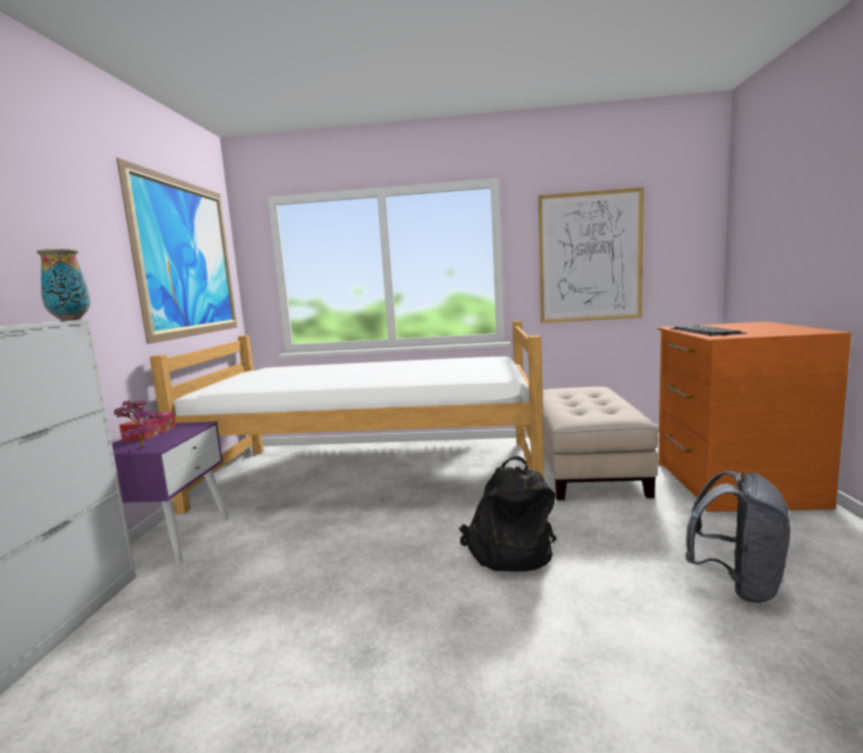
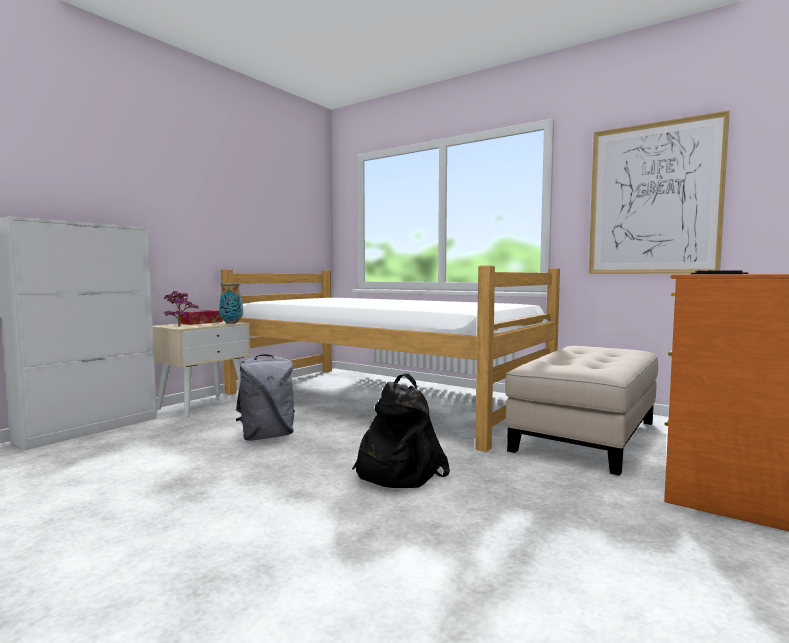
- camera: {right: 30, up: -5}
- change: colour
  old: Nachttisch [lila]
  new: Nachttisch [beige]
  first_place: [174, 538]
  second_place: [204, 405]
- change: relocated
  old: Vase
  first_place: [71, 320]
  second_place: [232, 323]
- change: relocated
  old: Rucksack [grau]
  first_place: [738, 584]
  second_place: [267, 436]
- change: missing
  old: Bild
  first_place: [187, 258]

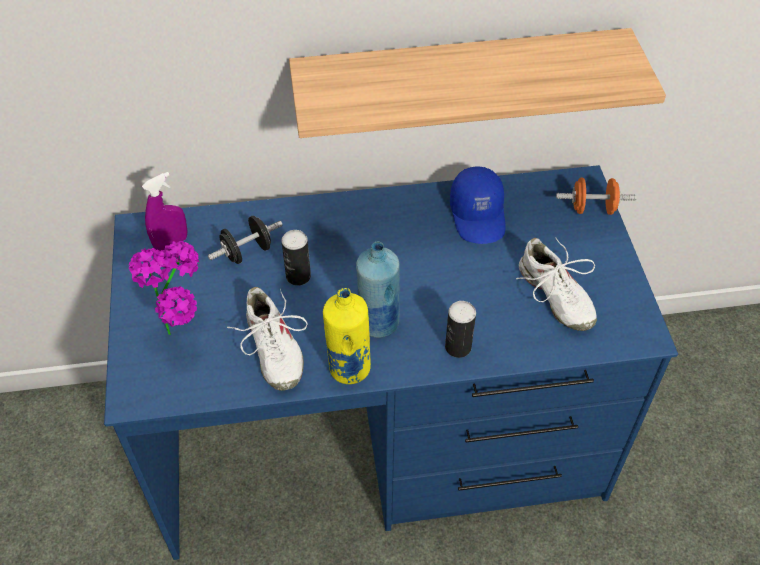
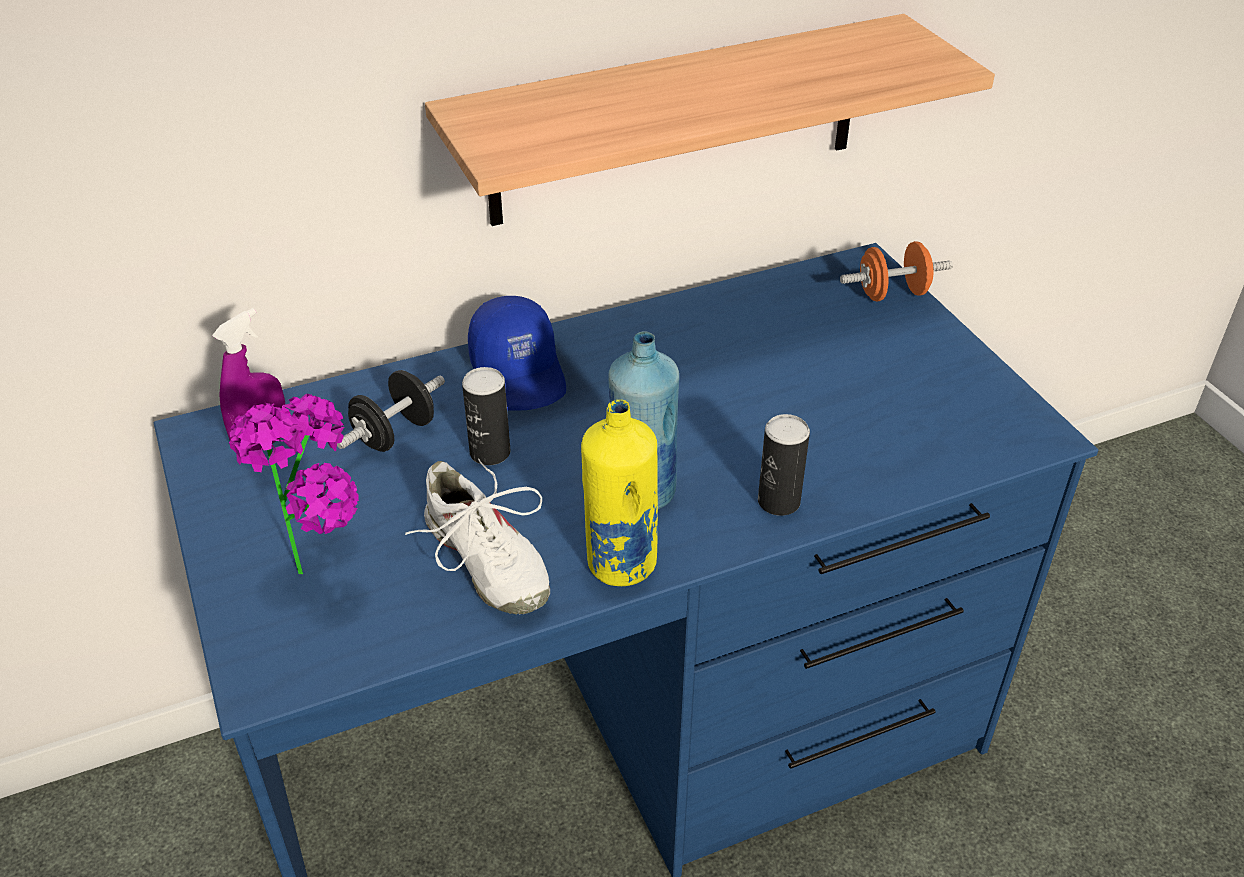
- camera: {right: -15, up: -10}
- change: relocated
  old: Kappe [blau]
  first_place: [479, 215]
  second_place: [520, 373]
- change: missing
  old: Schuh [weiß]
  first_place: [554, 296]

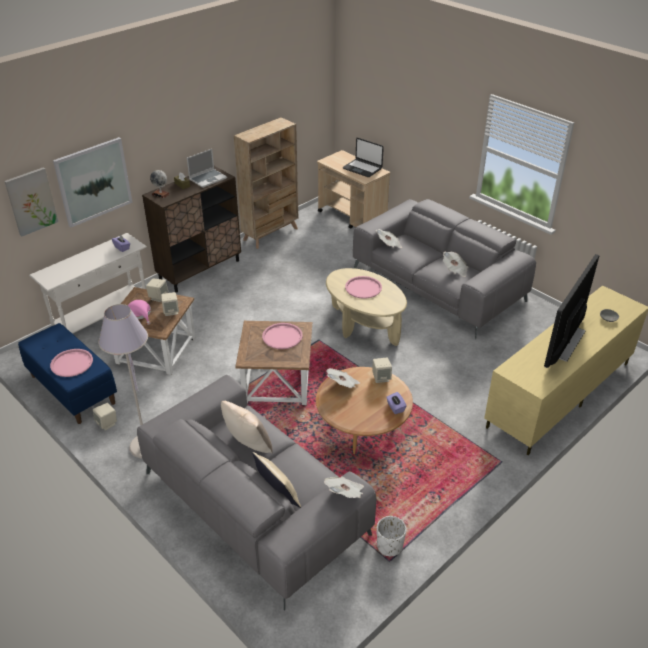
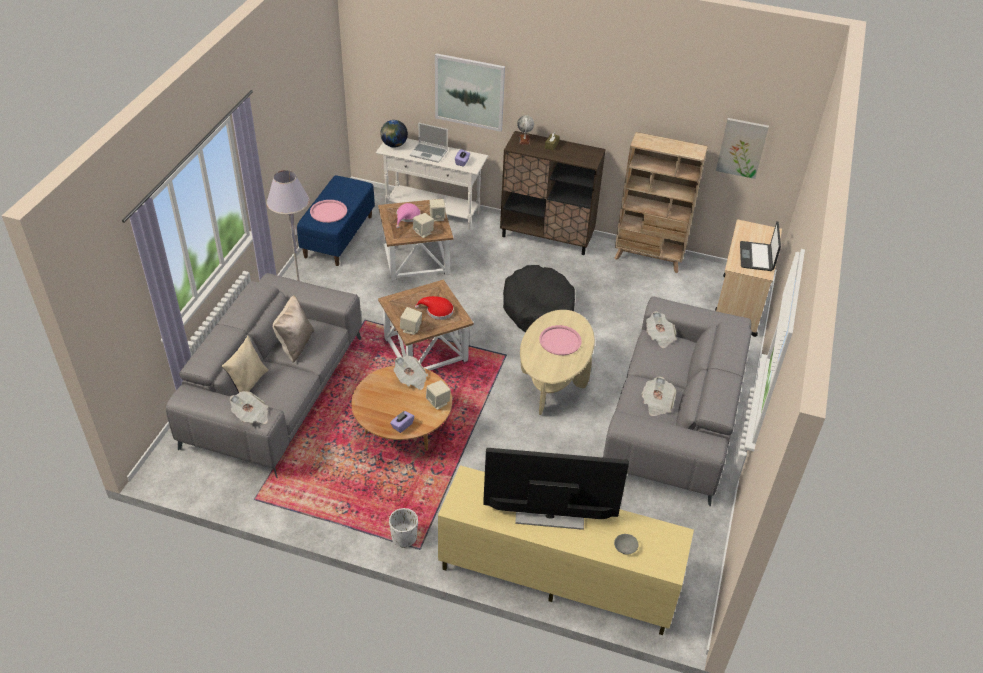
- camera: {right: 60, up: 5}
- change: appeared
  new: Globus
  second_place: [394, 145]
- change: relocated
  old: Pflanzkübel [weiß]
  first_place: [389, 546]
  second_place: [404, 537]
- change: relocated
  old: Lautsprecher [beige]
  first_place: [107, 424]
  second_place: [411, 329]
- change: relocated
  old: Laptop
  first_place: [208, 179]
  second_place: [429, 153]
- change: exchanged
  old: Tablett [rosa]
  new: Hut [rot]
  first_place: [282, 336]
  second_place: [437, 311]
- change: appeared
  new: Hundebett [schwarz]
  second_place: [538, 309]
- change: relocated
  old: Bild
  first_place: [31, 201]
  second_place: [742, 147]

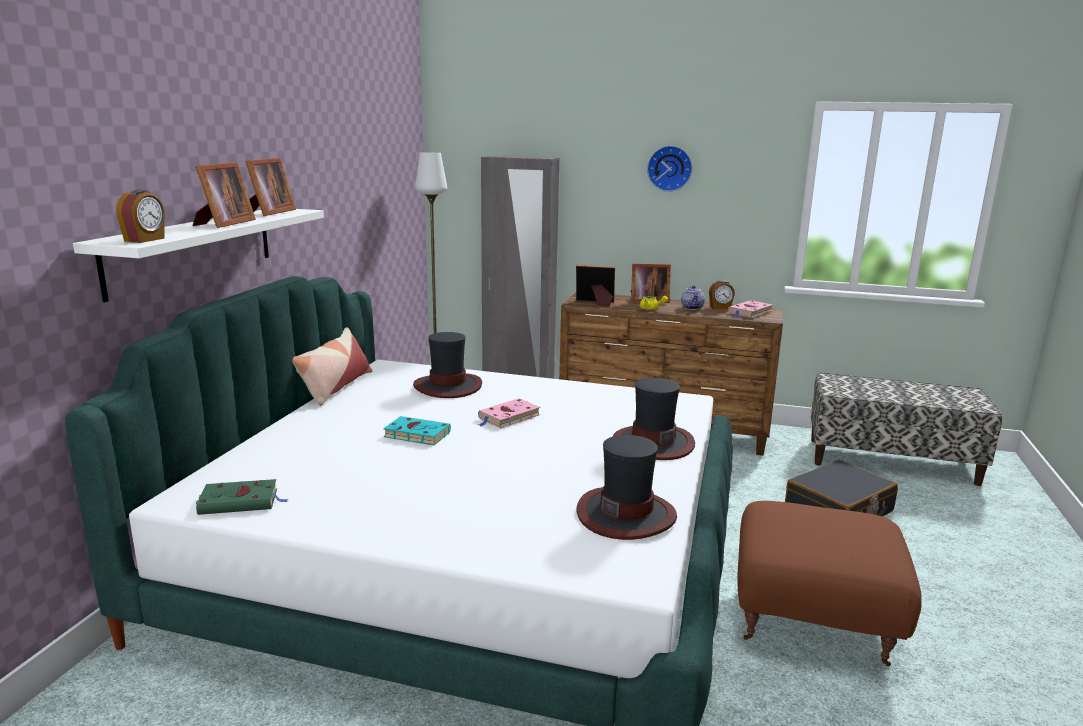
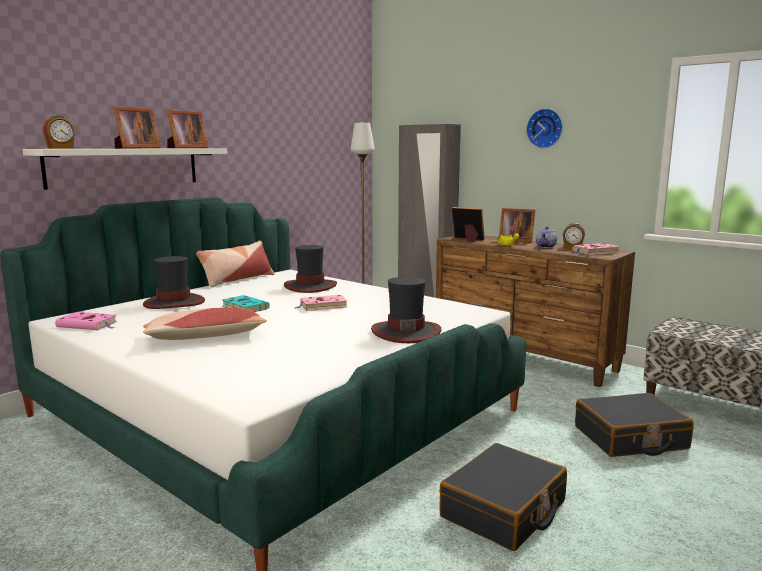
- camera: {right: 25, up: -5}
- change: colour
  old: Buch [grün]
  new: Buch [rosa]
  first_place: [241, 502]
  second_place: [88, 325]
- change: relocated
  old: Hut
  first_place: [626, 514]
  second_place: [174, 302]
- change: appeared
  new: Kissen
  second_place: [205, 337]
- change: exchanged
  old: Polsterhocker [braun]
  new: Koffer [schwarz]
  first_place: [811, 620]
  second_place: [504, 510]

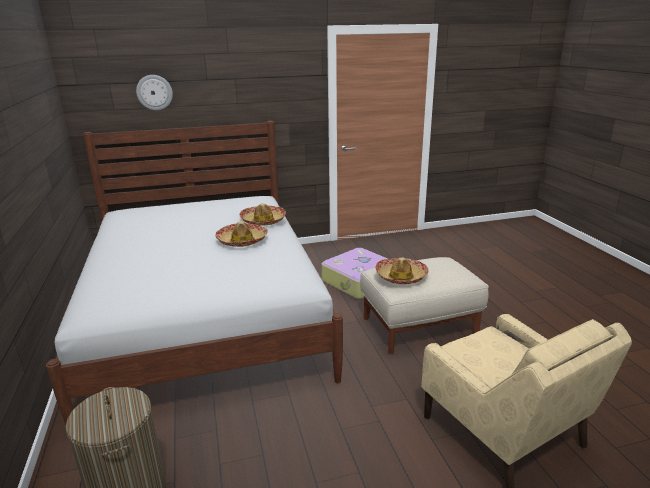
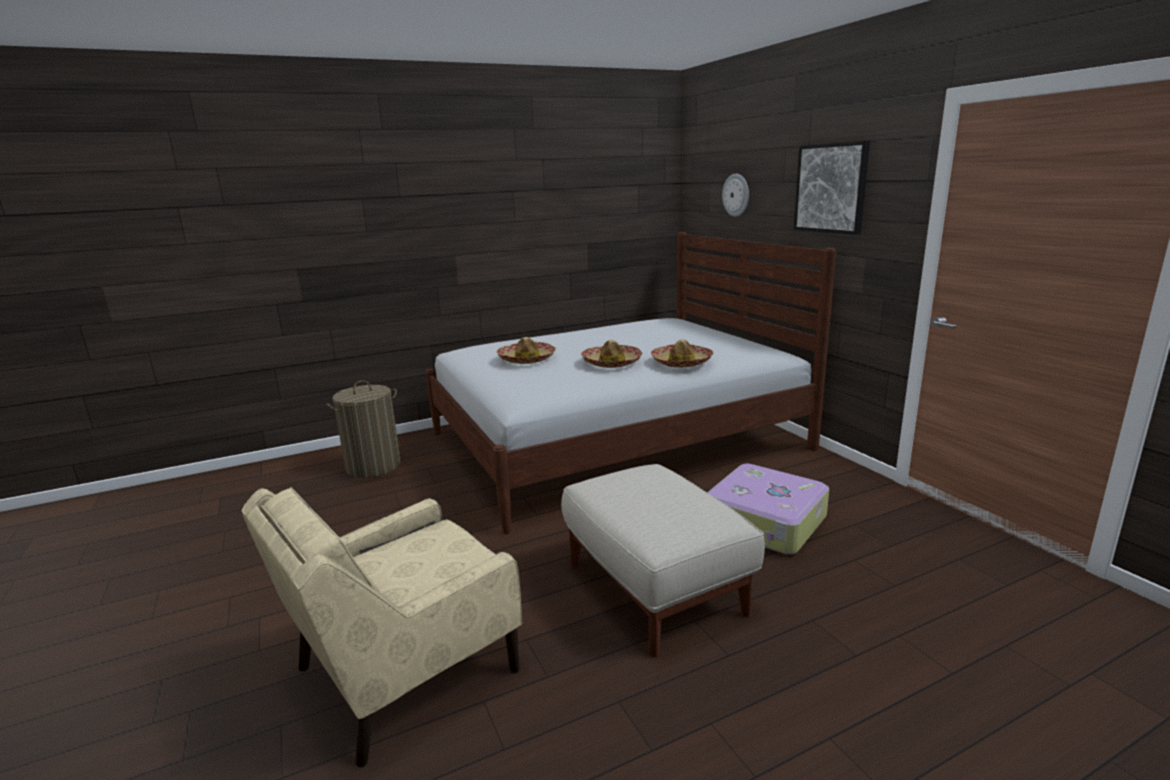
- camera: {right: 80, up: -5}
- change: relocated
  old: Hut
  first_place: [401, 276]
  second_place: [526, 359]
- change: appeared
  new: Bild
  second_place: [831, 188]

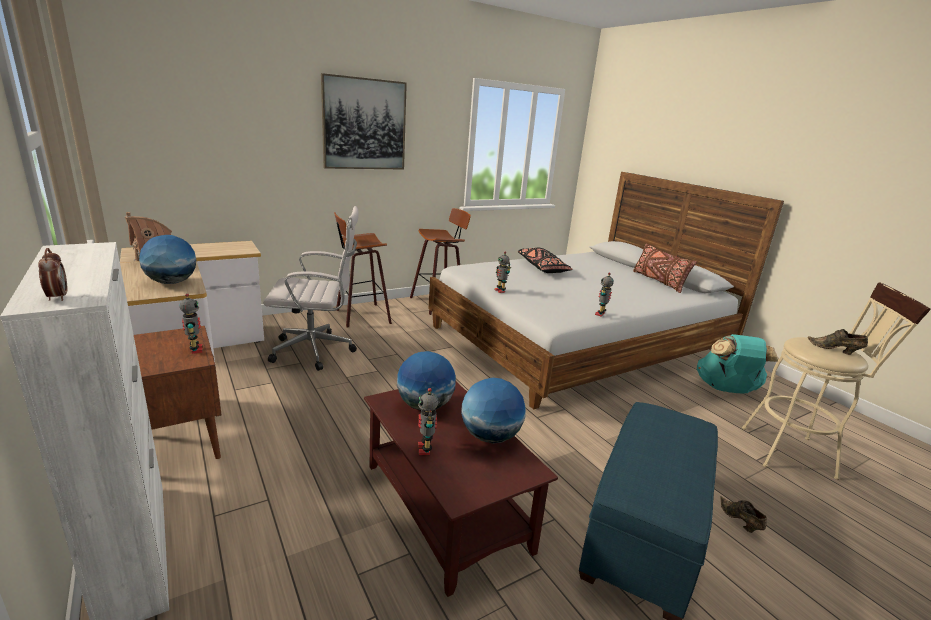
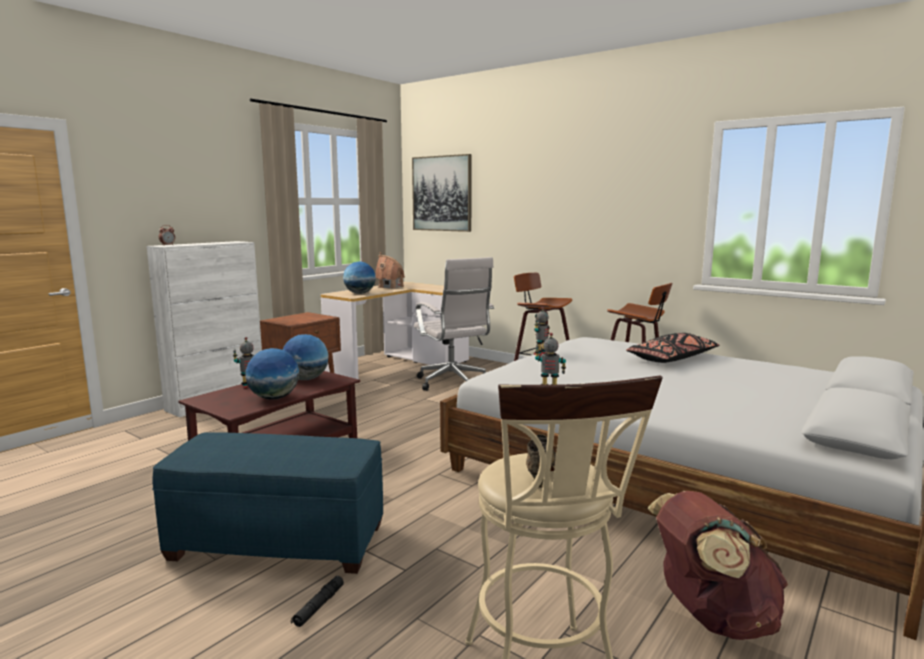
- camera: {right: 70, up: -10}
- change: exchanged
  old: Schuh [braun]
  new: Taschenlampe [schwarz]
  first_place: [740, 521]
  second_place: [318, 606]
- change: relocated
  old: Bild
  first_place: [364, 124]
  second_place: [442, 193]
- change: colour
  old: Rucksack [türkis]
  new: Rucksack [braun]
  first_place: [726, 389]
  second_place: [711, 617]
- change: missing
  old: Spielzeugroboter
  first_place: [195, 350]
- change: missing
  old: Kissen [braun]
  first_place: [658, 281]

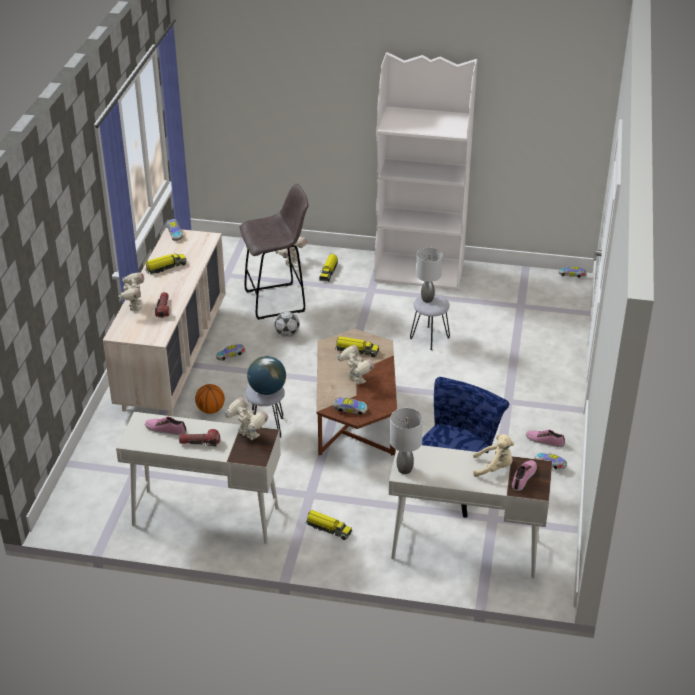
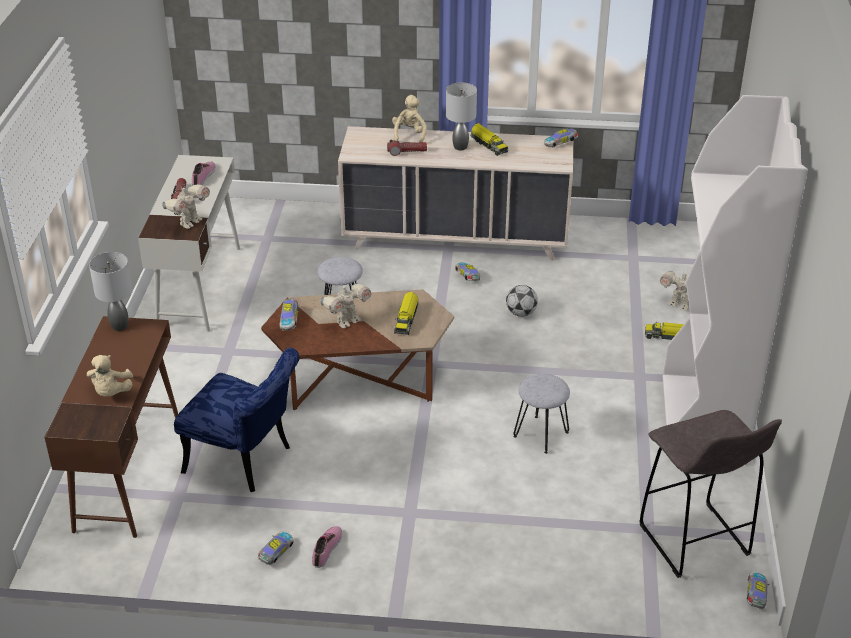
- camera: {right: 85, up: 0}
- change: colour
  old: Schreibtisch [weiß]
  new: Schreibtisch [braun]
  first_place: [464, 549]
  second_place: [128, 472]
- change: exchanged
  old: Spielzeugroboter
  new: Plüschtier [beige]
  first_place: [134, 306]
  second_place: [409, 135]
- change: relocated
  old: Tischlampe [grau]
  first_place: [427, 299]
  second_place: [460, 147]
- change: relocated
  old: Hocker [grau]
  first_place: [277, 301]
  second_place: [695, 542]
- change: missing
  old: Basketball
  first_place: [210, 410]
- change: missing
  old: Globus
  first_place: [267, 390]
- change: missing
  old: Spielzeuglaster
  first_place: [328, 528]
- change: missing
  old: Schuh
  first_place: [524, 477]

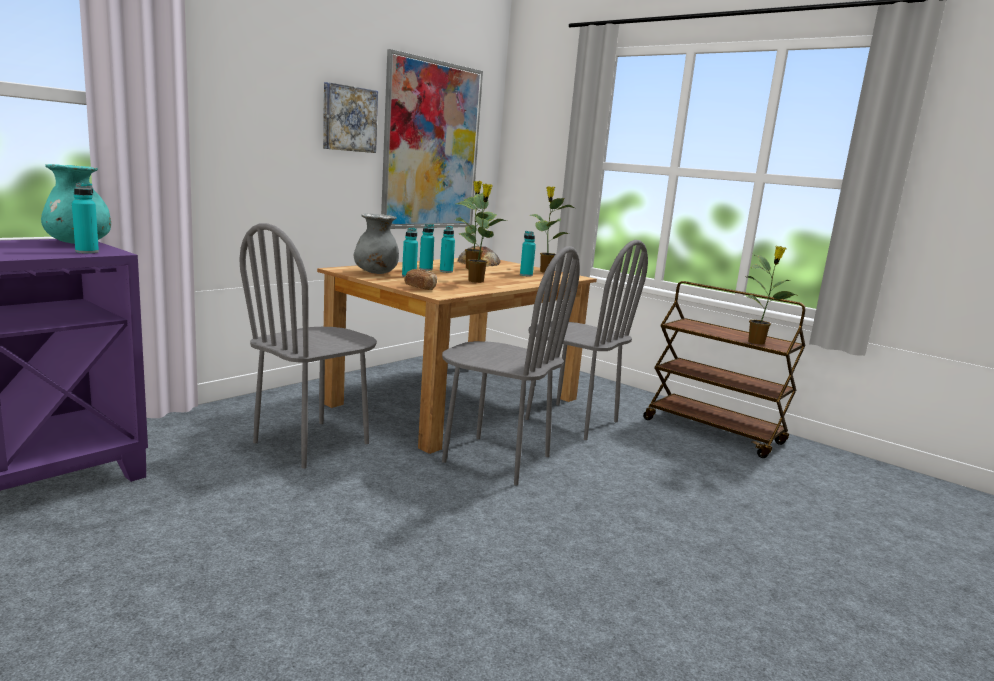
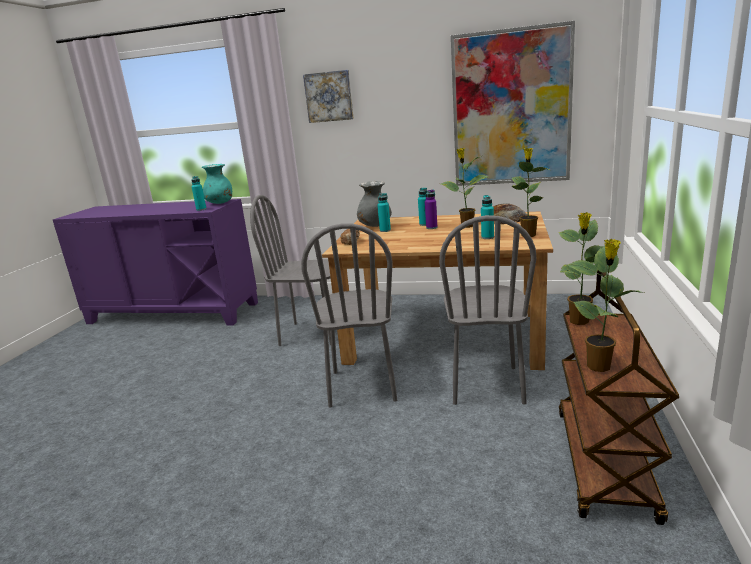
- camera: {right: 65, up: 5}
- change: relocated
  old: Bild
  first_place: [348, 119]
  second_place: [329, 96]
- change: colour
  old: Flasche [türkis]
  new: Flasche [lila]
  first_place: [446, 271]
  second_place: [431, 227]
- change: relocated
  old: Topfpflanze
  first_place: [476, 281]
  second_place: [579, 321]

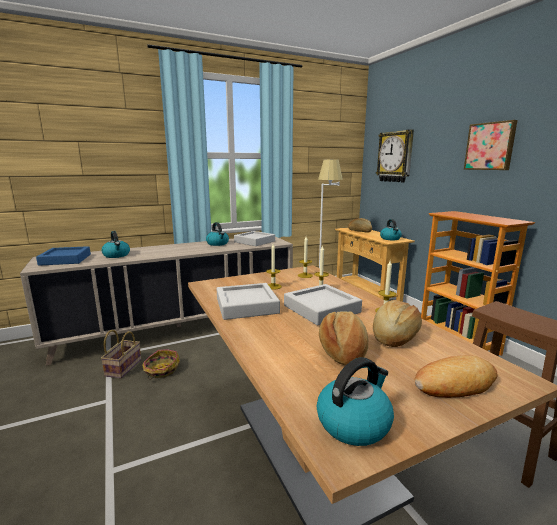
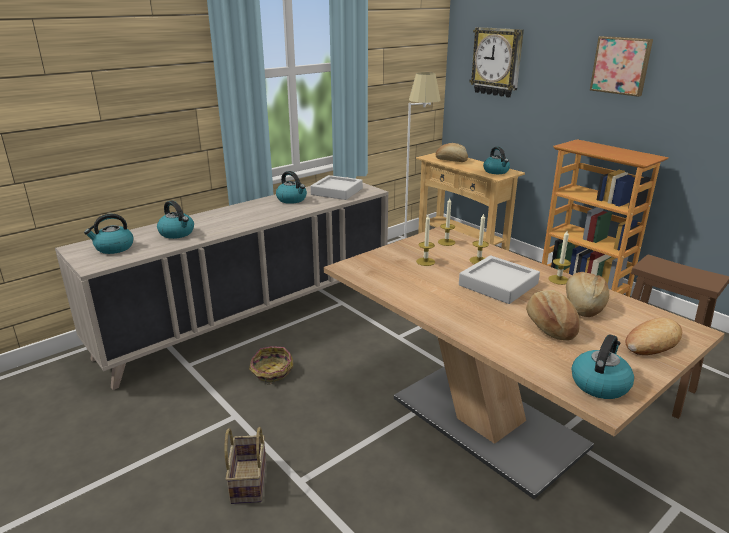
- camera: {right: -15, up: 10}
- change: exchanged
  old: Tablett [blau]
  new: Wasserkessel
  first_place: [65, 259]
  second_place: [114, 248]
- change: relocated
  old: Korb
  first_place: [123, 367]
  second_place: [247, 480]
- change: missing
  old: Tablett [grau]
  first_place: [246, 306]

